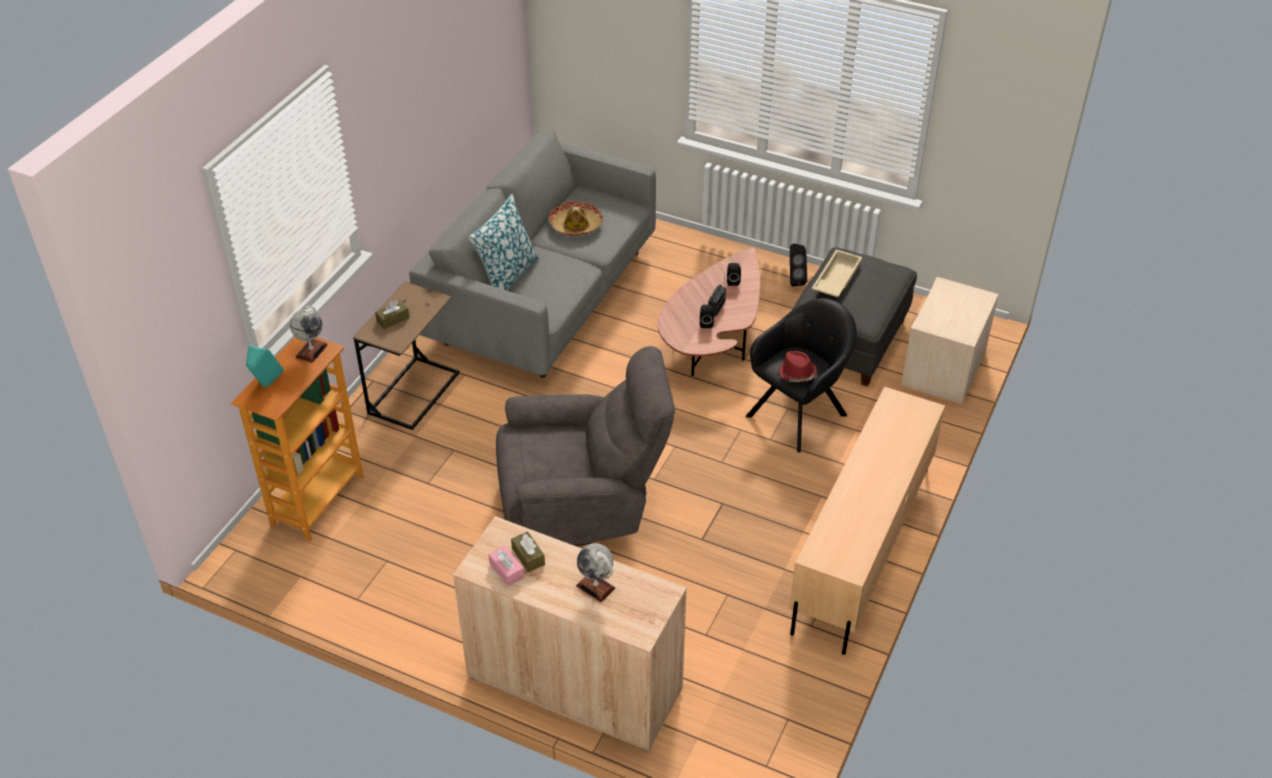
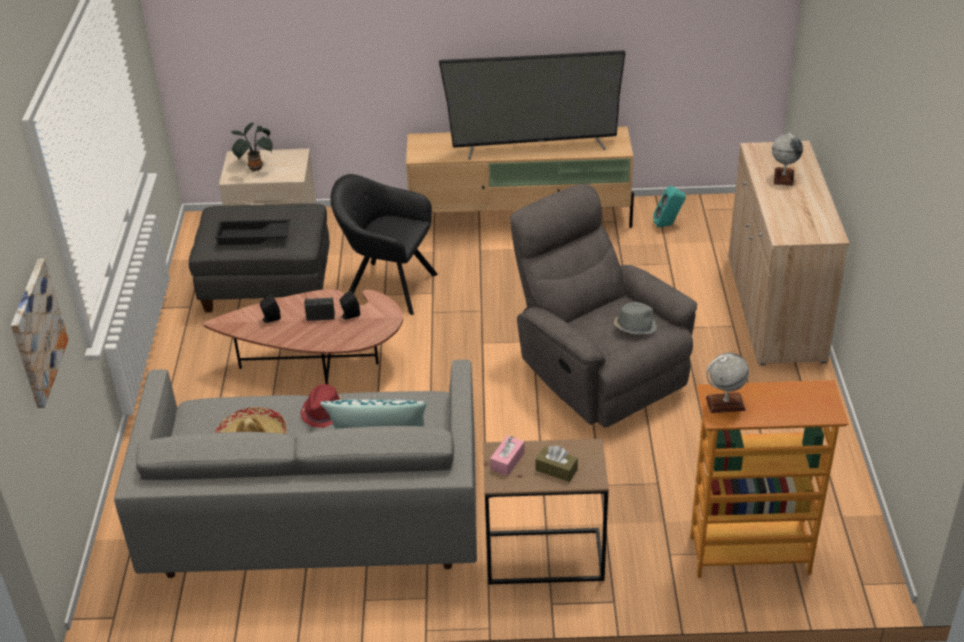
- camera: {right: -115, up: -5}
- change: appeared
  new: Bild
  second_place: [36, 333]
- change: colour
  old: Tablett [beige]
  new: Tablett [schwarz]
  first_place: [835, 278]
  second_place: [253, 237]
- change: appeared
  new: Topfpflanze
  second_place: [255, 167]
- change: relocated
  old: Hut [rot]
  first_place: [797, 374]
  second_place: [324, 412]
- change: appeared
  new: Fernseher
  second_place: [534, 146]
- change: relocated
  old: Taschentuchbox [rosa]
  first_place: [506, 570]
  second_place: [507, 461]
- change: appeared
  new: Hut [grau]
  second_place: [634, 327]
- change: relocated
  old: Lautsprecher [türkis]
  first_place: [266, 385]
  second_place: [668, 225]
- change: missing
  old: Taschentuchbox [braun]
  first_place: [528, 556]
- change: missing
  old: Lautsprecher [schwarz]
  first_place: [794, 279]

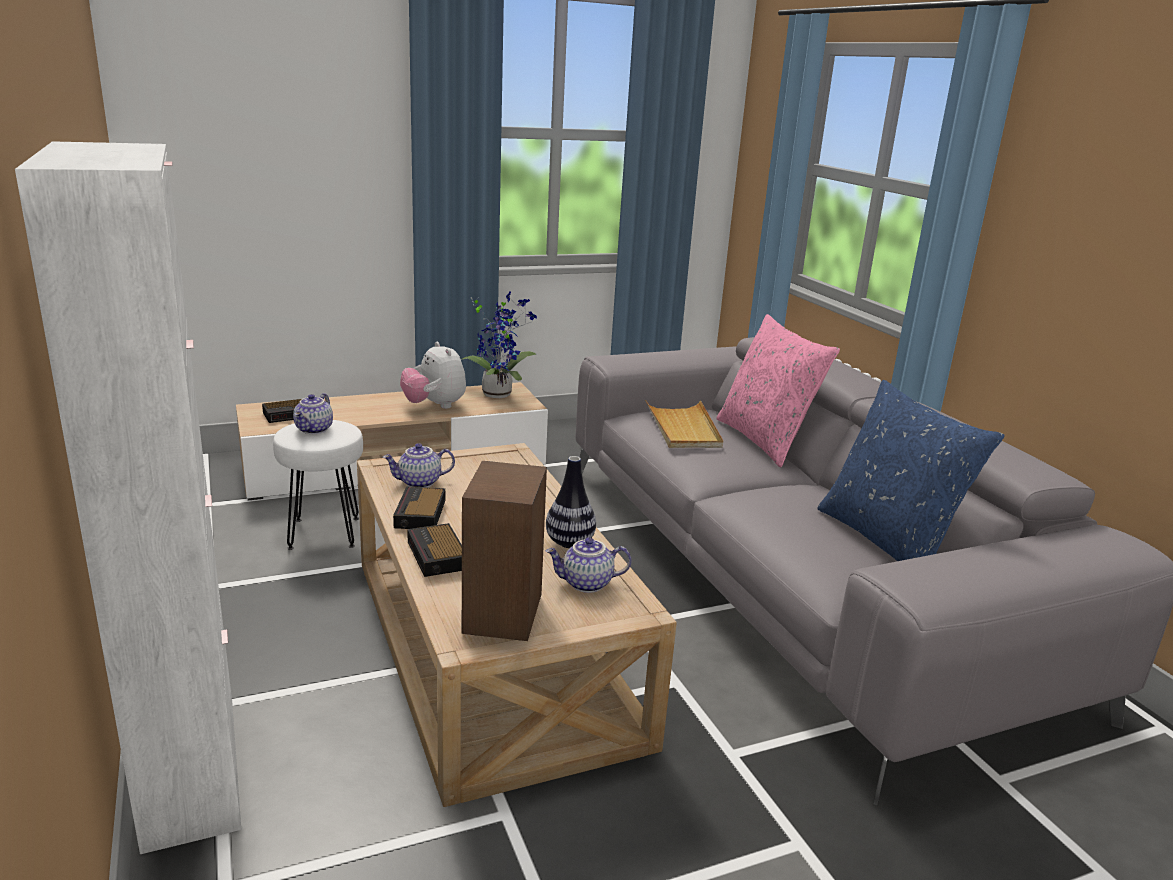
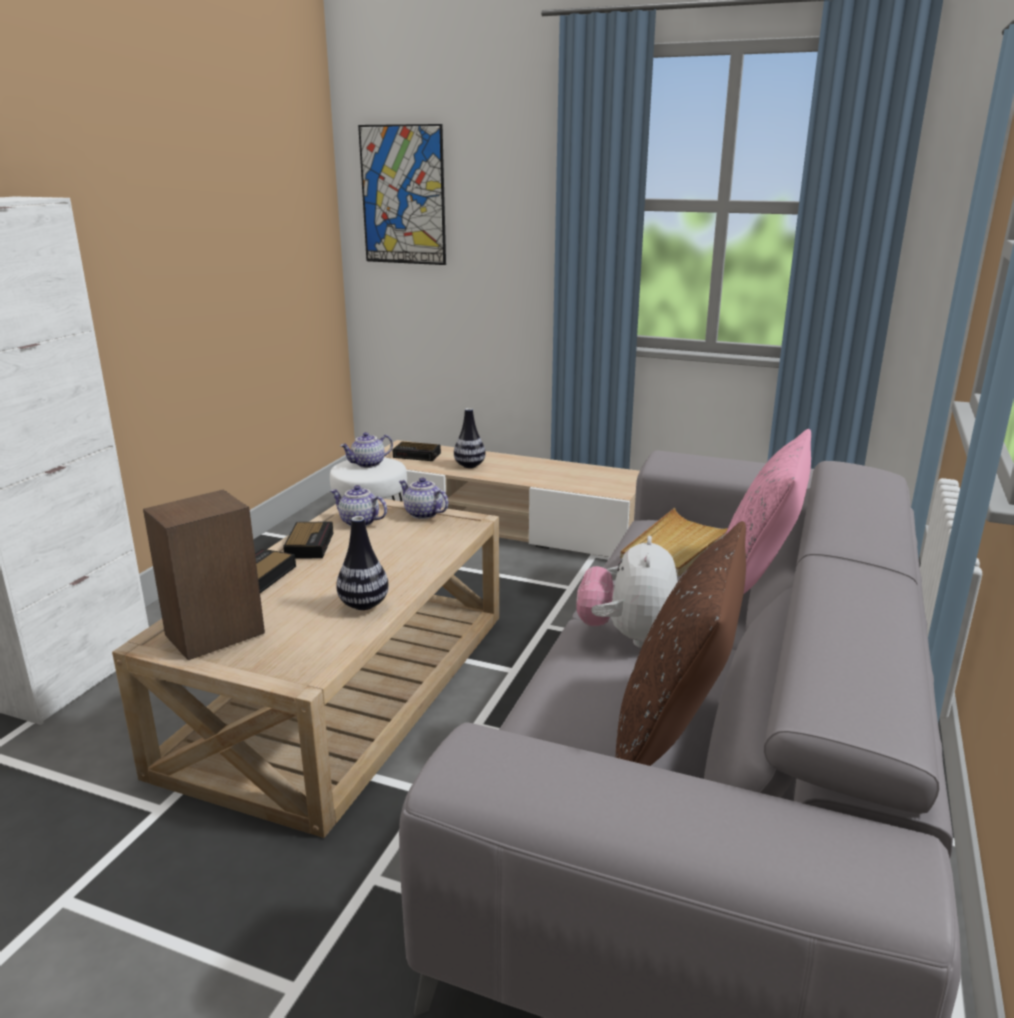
- camera: {right: 45, up: 0}
- change: spun
  old: Wecker
  first_place: [420, 514]
  second_place: [310, 544]
  degrees: 135
- change: appeared
  new: Bild
  second_place: [403, 195]
- change: relocated
  old: Teekanne
  first_place: [586, 584]
  second_place: [422, 514]
- change: appeared
  new: Vase
  second_place: [469, 466]
- change: relocated
  old: Plüschtier
  first_place: [434, 406]
  second_place: [627, 636]
- change: colour
  old: Kissen [blau]
  new: Kissen [braun]
  first_place: [888, 541]
  second_place: [674, 734]
- change: missing
  old: Topfpflanze
  first_place: [499, 393]

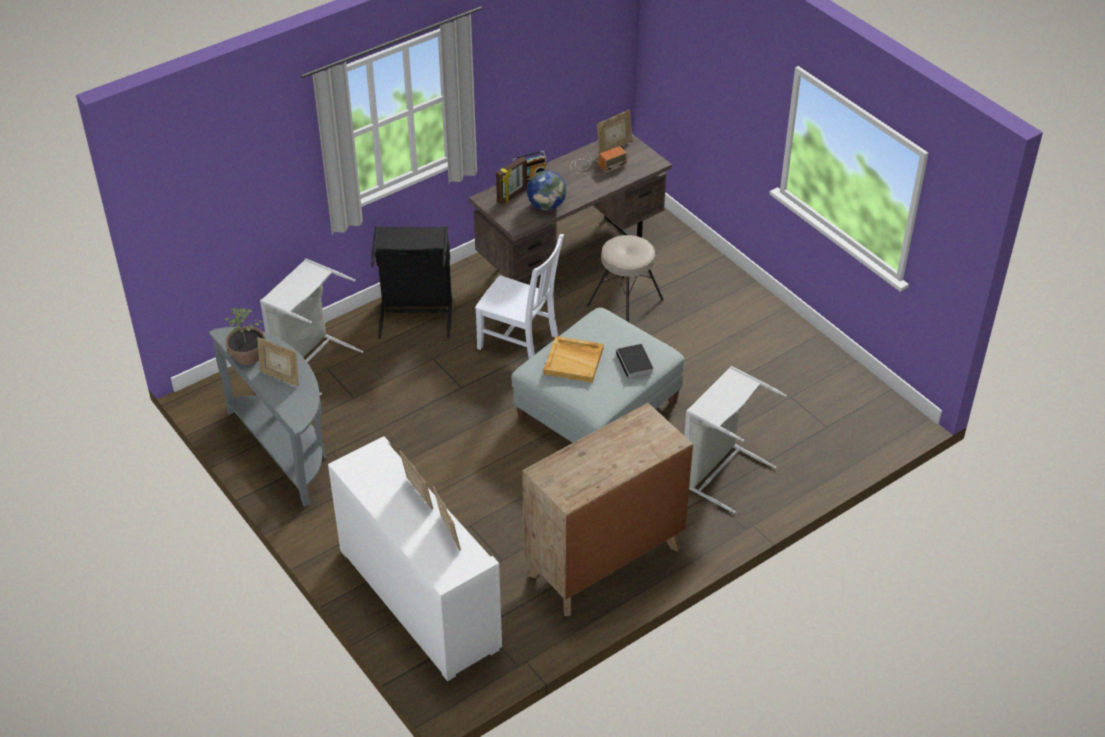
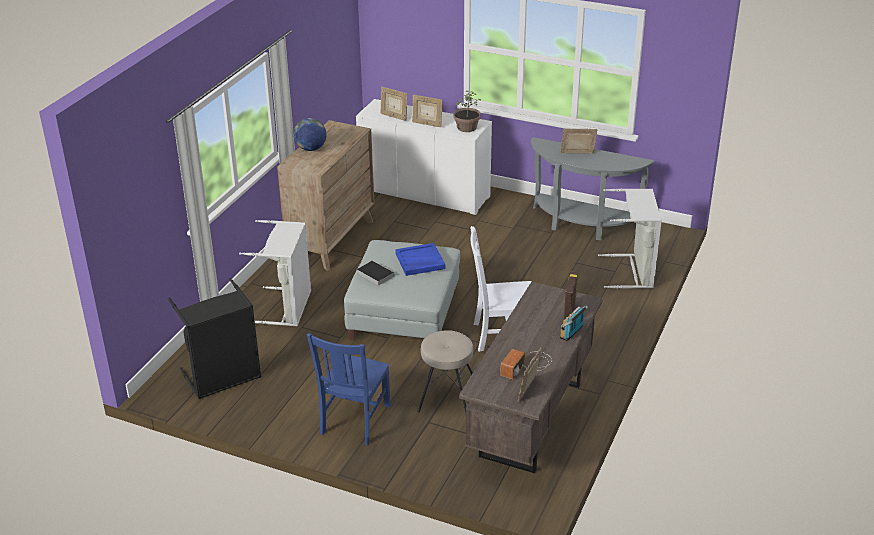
- camera: {right: 150, up: -10}
- change: relocated
  old: Wäschekorb [schwarz]
  first_place: [416, 313]
  second_place: [223, 378]
- change: relocated
  old: Globus
  first_place: [546, 206]
  second_place: [311, 149]
- change: appeared
  new: Stuhl [blau]
  second_place: [354, 421]
- change: colour
  old: Tablett [beige]
  new: Tablett [blau]
  first_place: [574, 361]
  second_place: [419, 261]
- change: relocated
  old: Topfpflanze
  first_place: [247, 355]
  second_place: [466, 127]

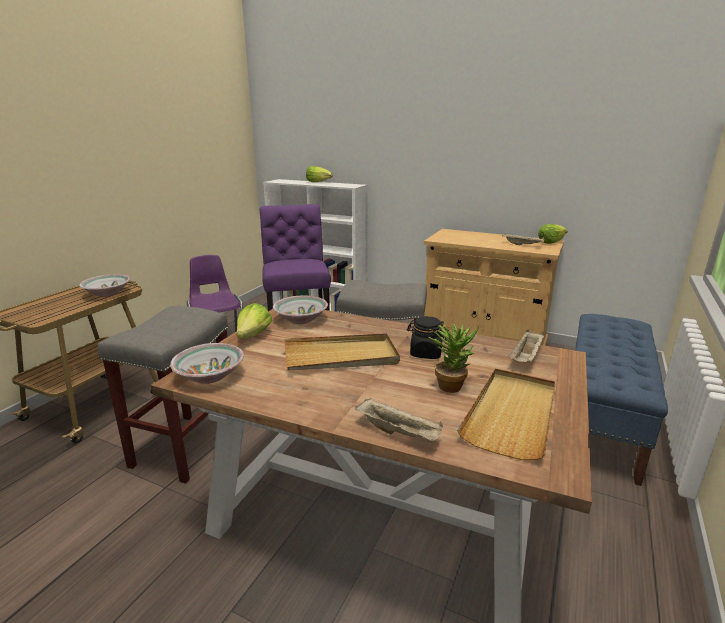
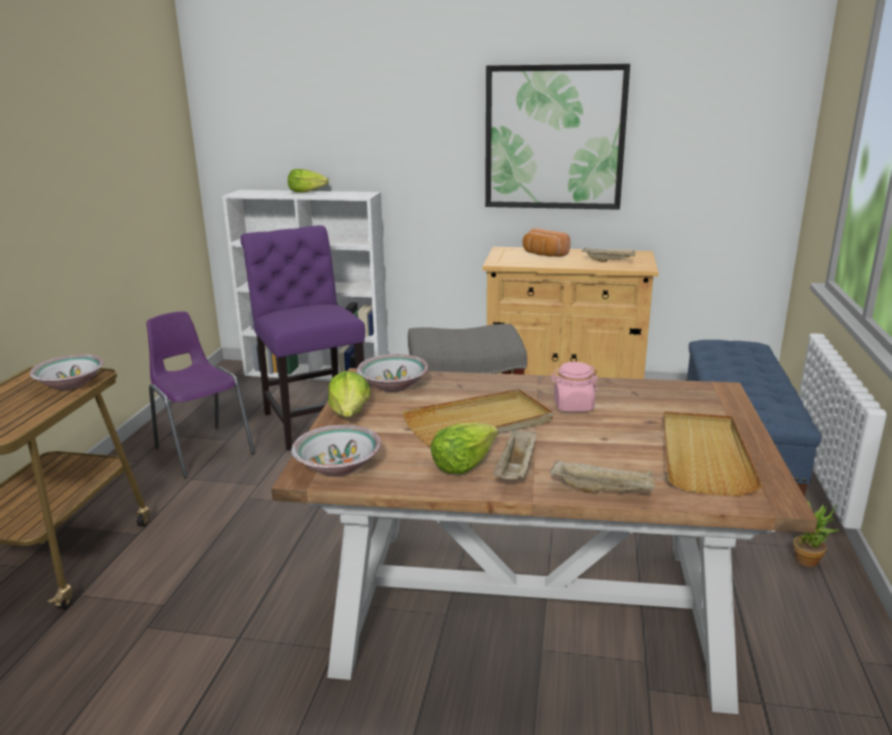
- camera: {right: -15, up: 0}
- change: relocated
  old: Salatkopf
  first_place: [550, 242]
  second_place: [463, 463]
- change: appeared
  new: Bild
  second_place: [554, 138]
- change: relocated
  old: Tablett [beige]
  first_place: [526, 357]
  second_place: [516, 469]
- change: appeared
  new: Brot
  second_place: [543, 255]
- change: colour
  old: Vorratsglas [schwarz]
  new: Vorratsglas [rosa]
  first_place: [425, 353]
  second_place: [573, 406]
- change: relocated
  old: Topfpflanze
  first_place: [451, 384]
  second_place: [805, 557]
- change: missing
  old: Hocker [grau]
  first_place: [186, 445]

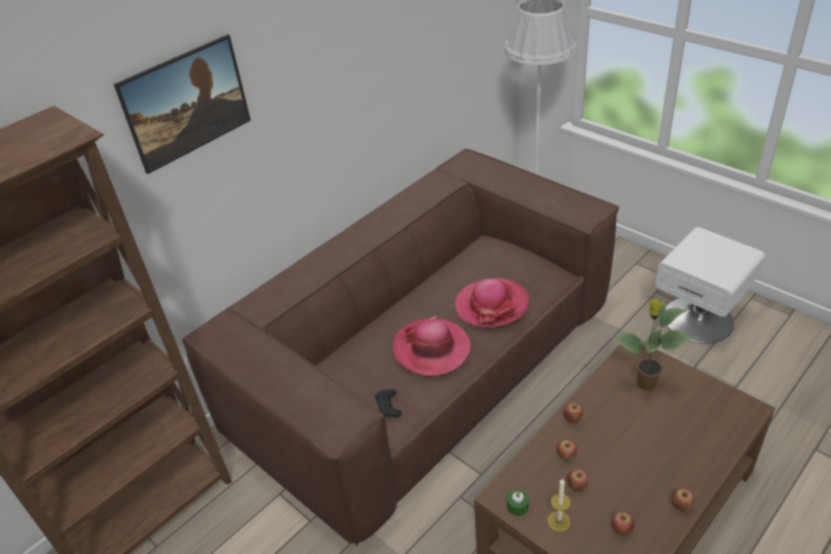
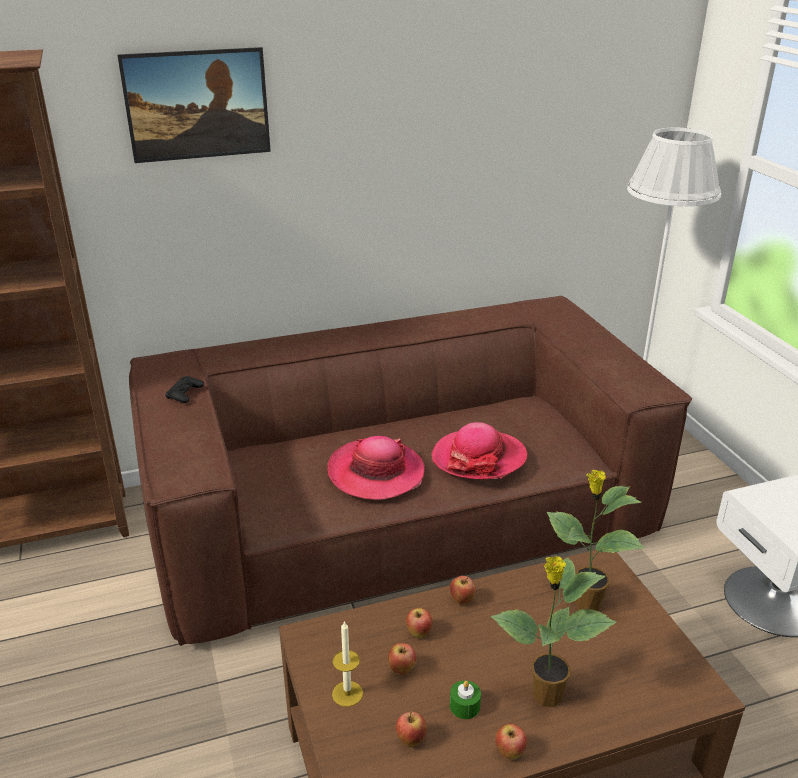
- camera: {right: 25, up: -10}
- change: relocated
  old: Gamepad [schwarz]
  first_place: [388, 406]
  second_place: [185, 393]
- change: relocated
  old: Kerze [grün]
  first_place: [517, 506]
  second_place: [464, 706]
- change: appeared
  new: Topfpflanze
  second_place: [545, 696]

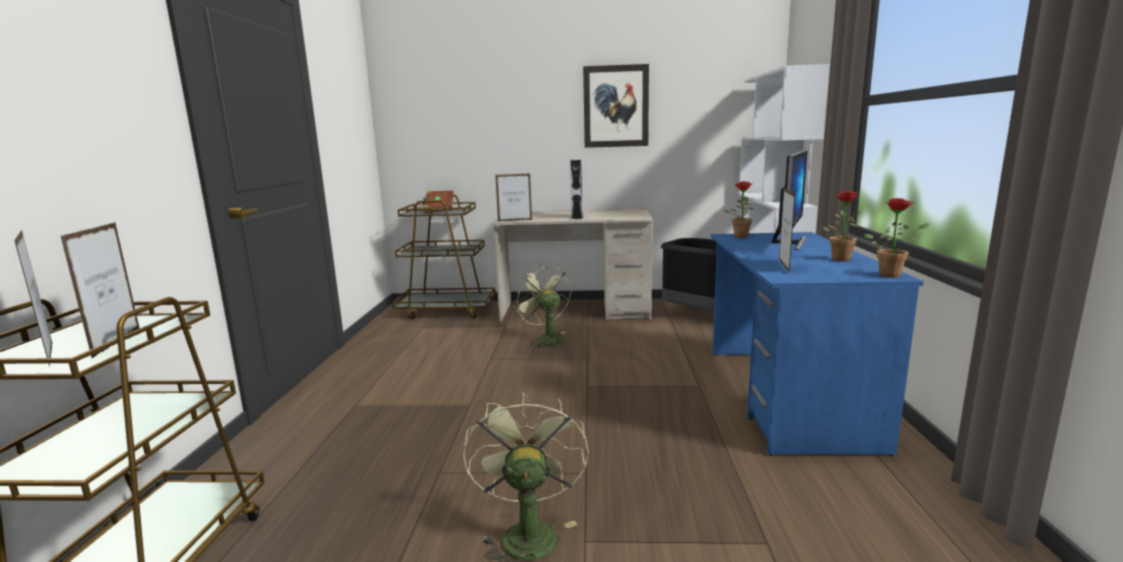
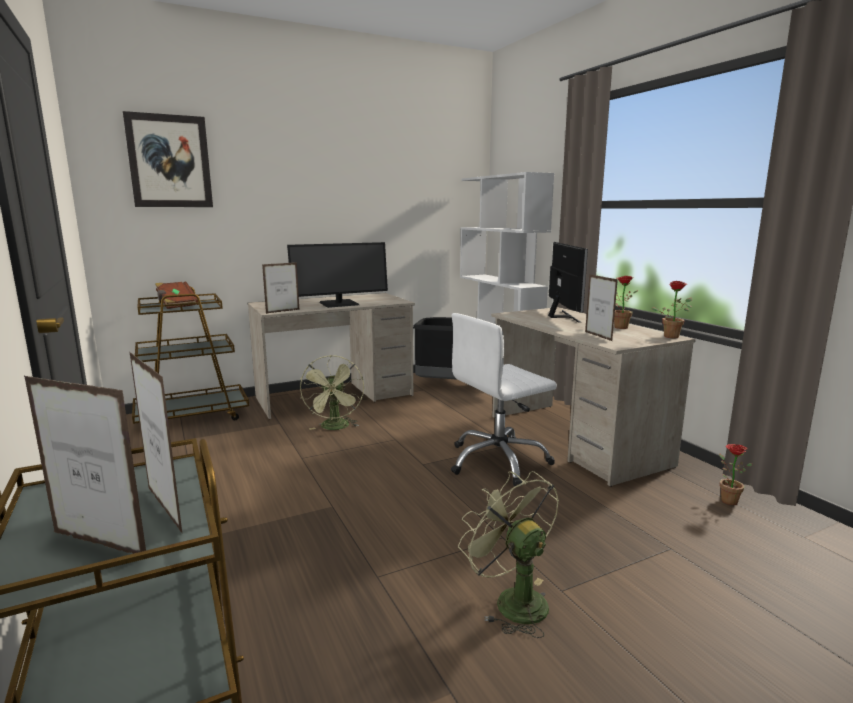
- camera: {right: -30, up: 0}
- change: relocated
  old: Bild
  first_place: [616, 106]
  second_place: [169, 161]
- change: exchanged
  old: Lautsprecher [grau]
  new: Monitor
  first_place: [577, 216]
  second_place: [339, 304]
- change: spun
  old: Ventilator [grün]
  first_place: [545, 338]
  second_place: [335, 428]
  degrees: -120
- change: appeared
  new: Bürostuhl [weiß]
  second_place: [498, 461]
- change: colour
  old: Schreibtisch [blau]
  new: Schreibtisch [beige]
  first_place: [786, 396]
  second_place: [574, 440]
- change: relocated
  old: Topfpflanze
  first_place: [740, 235]
  second_place: [726, 499]

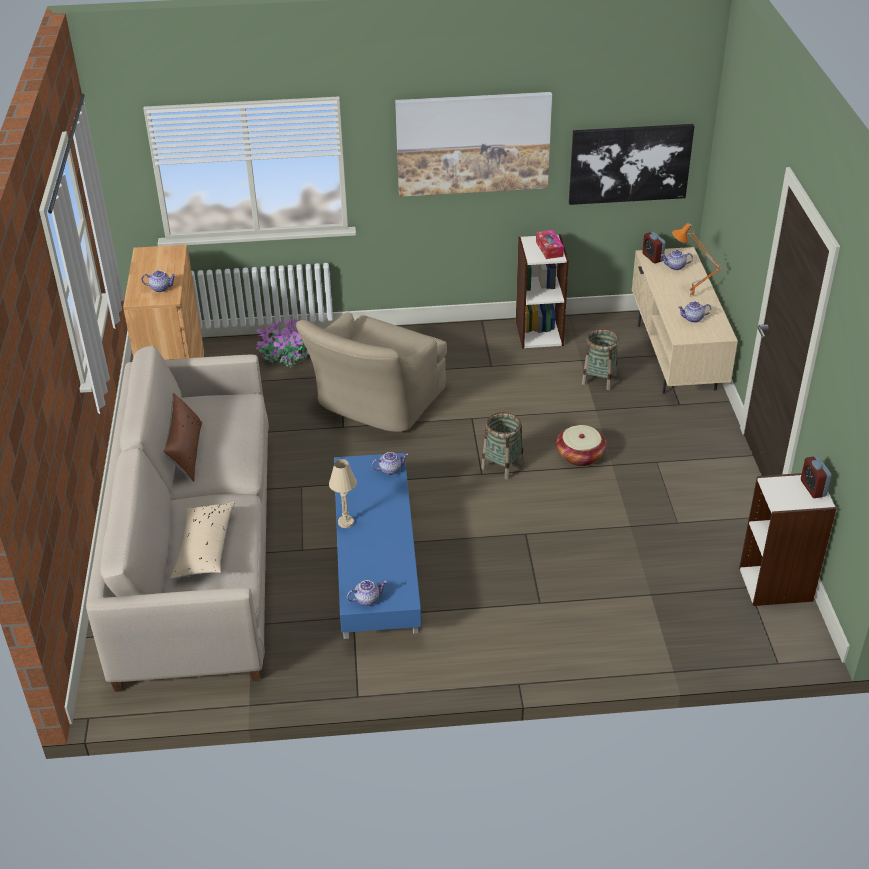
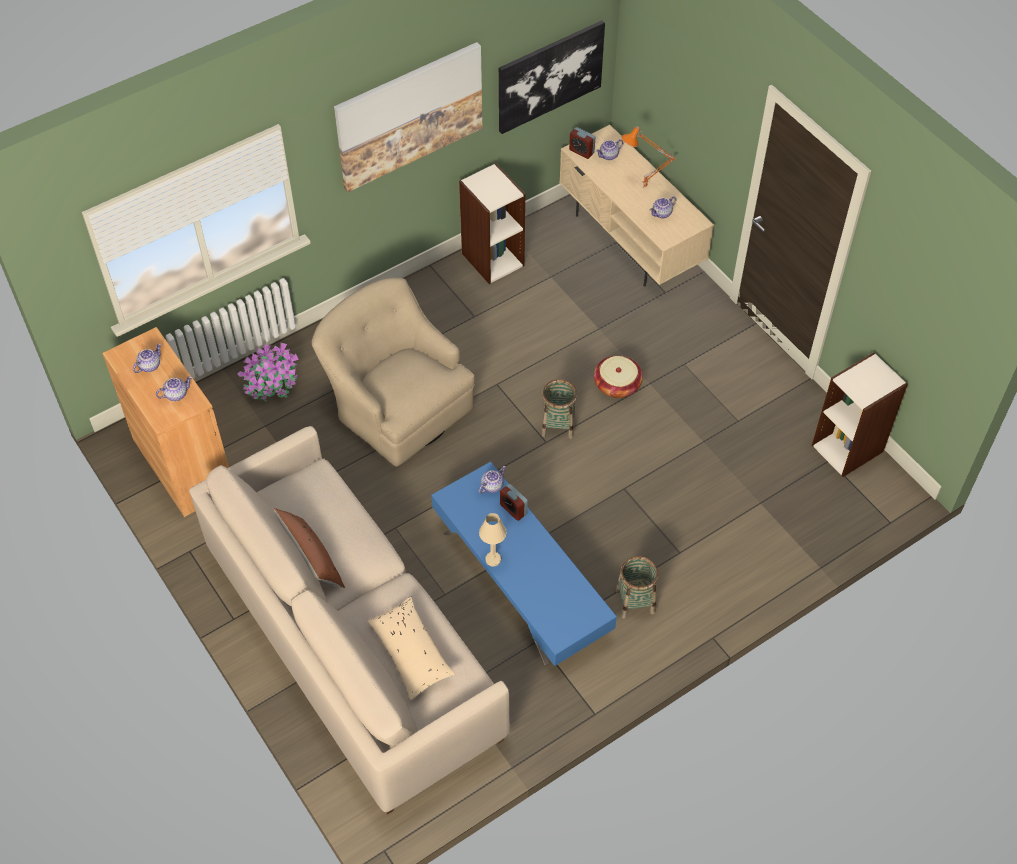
- camera: {right: -30, up: 15}
- change: relocated
  old: Teekanne
  first_place: [367, 599]
  second_place: [149, 365]
- change: spun
  old: Sessel [beige]
  first_place: [375, 404]
  second_place: [397, 405]
  degrees: 135
- change: relocated
  old: Wecker
  first_place: [813, 488]
  second_place: [513, 509]
- change: relocated
  old: Korb
  first_place: [599, 379]
  second_place: [635, 601]
- change: missing
  old: Taschentuchbox
  first_place: [549, 249]

